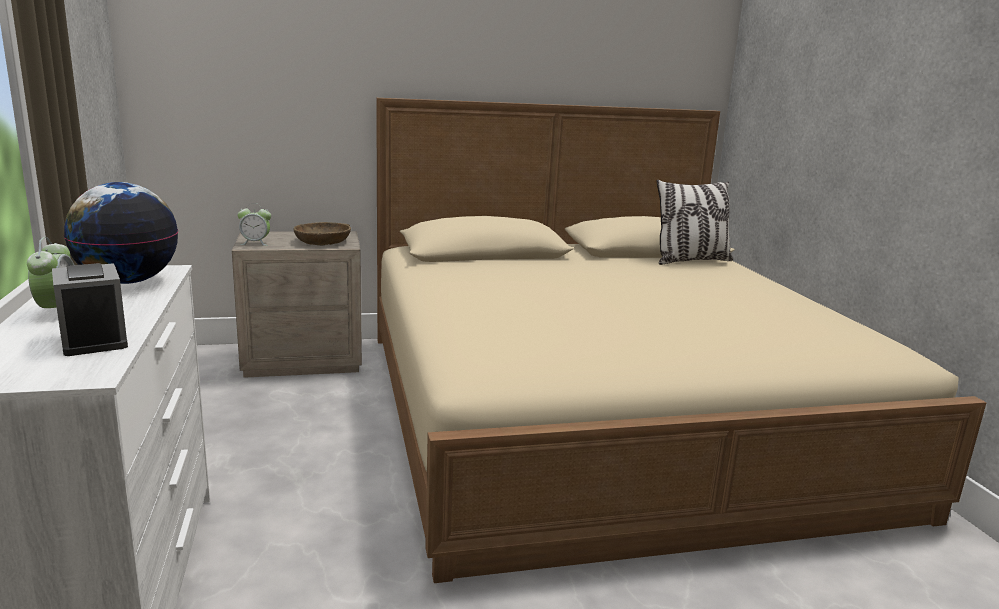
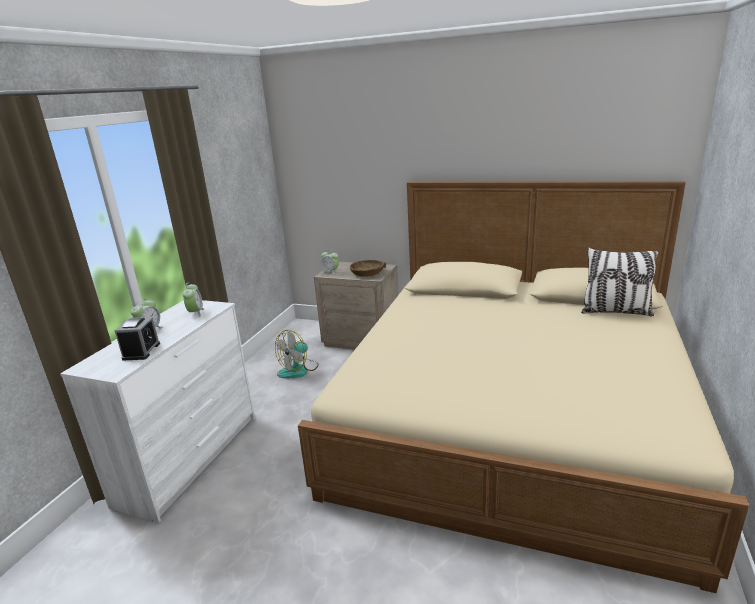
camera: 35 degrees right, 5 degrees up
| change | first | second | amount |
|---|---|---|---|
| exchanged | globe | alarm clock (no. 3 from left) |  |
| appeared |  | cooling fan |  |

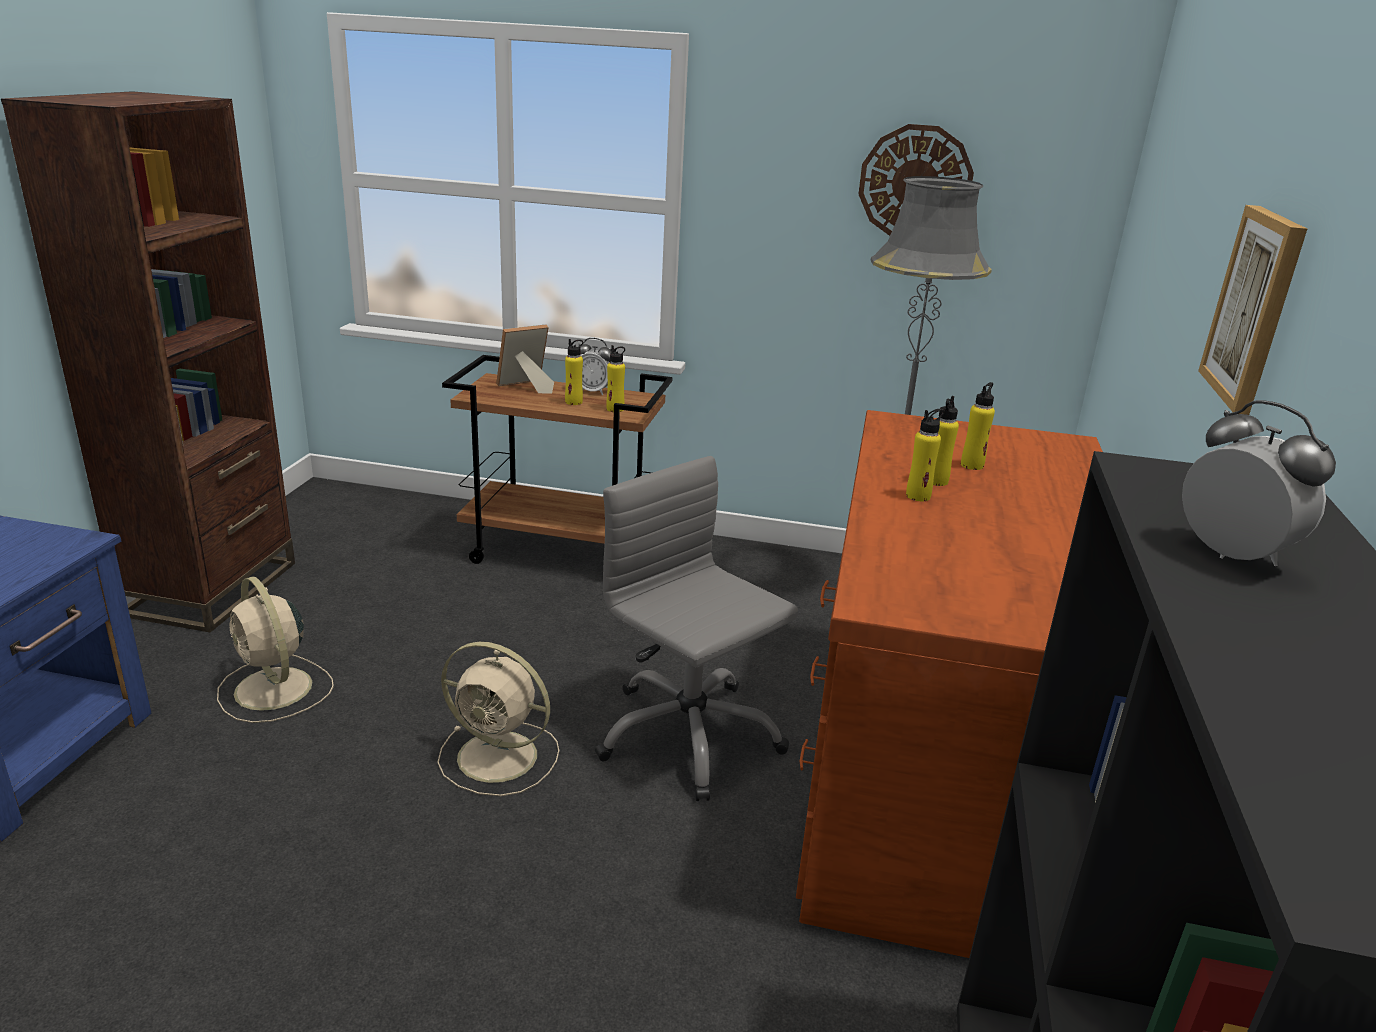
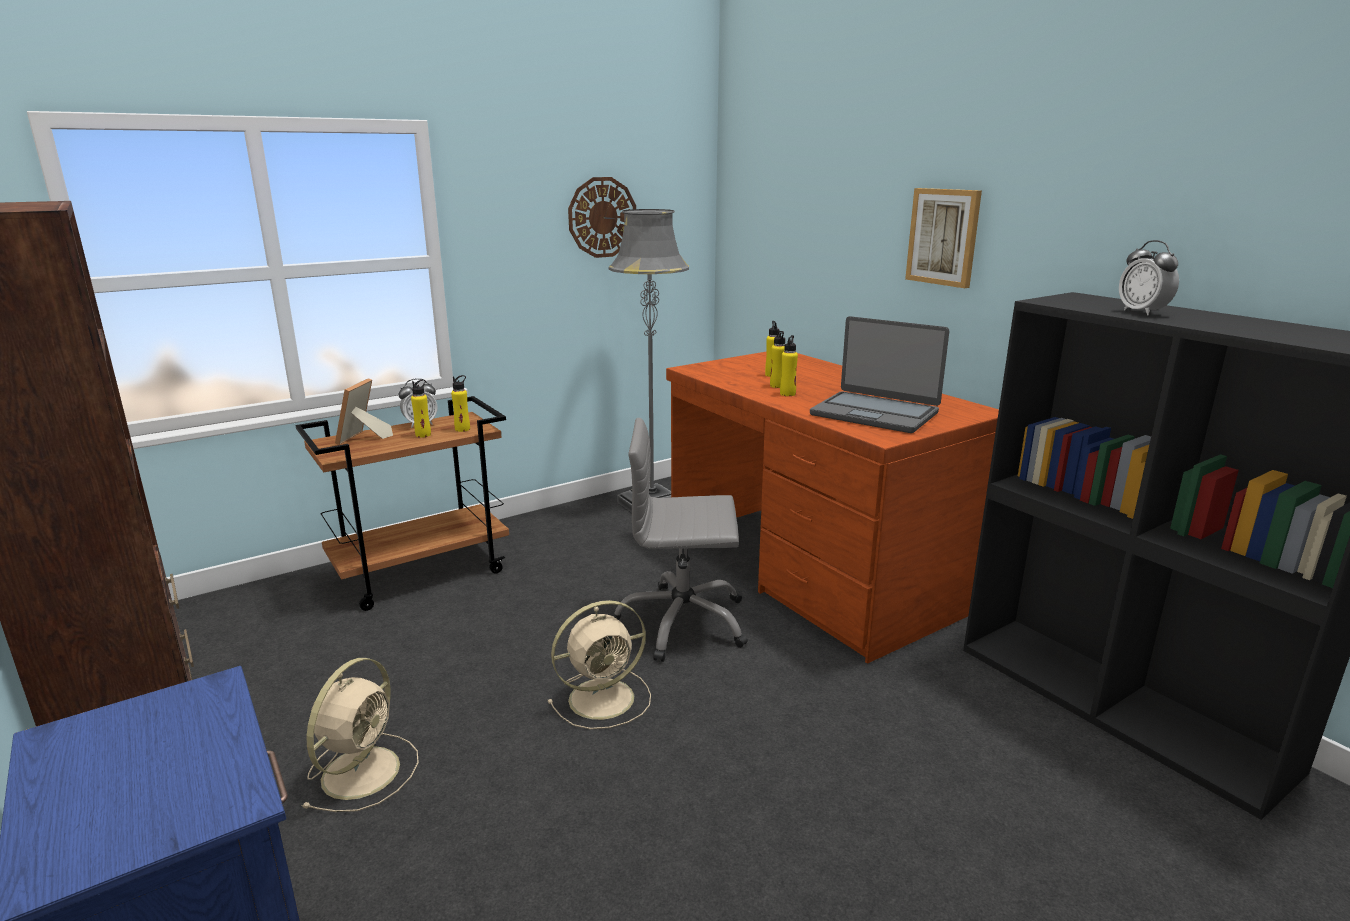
camera: 45 degrees left, 5 degrees down
| change | first | second | amount |
|---|---|---|---|
| spun | beige cooling fan (no. 1 from left) |  | 75 degrees counterclockwise |
| spun | alarm clock (no. 2 from left) |  | 120 degrees counterclockwise |
| appeared |  | portable computer |  |

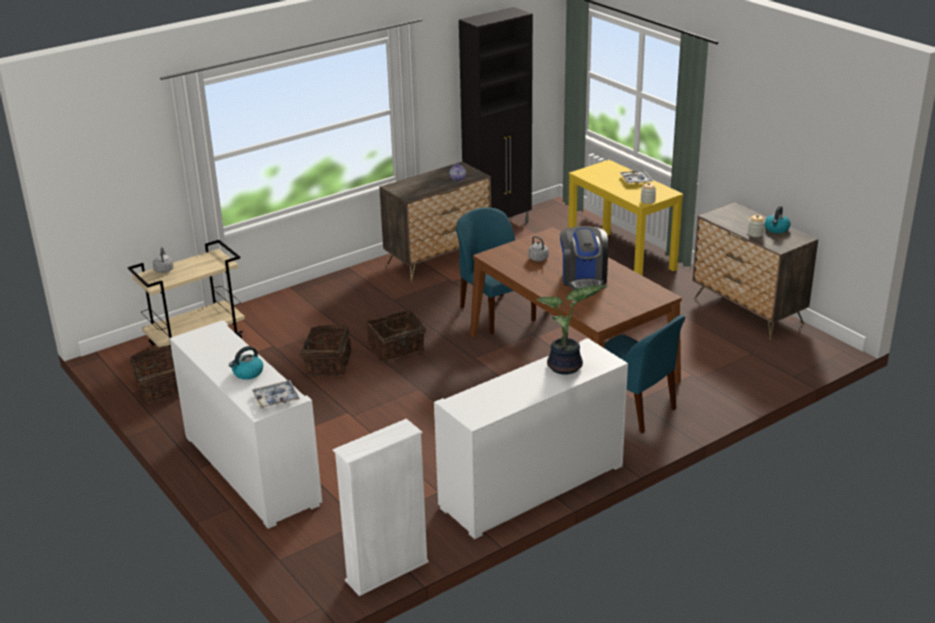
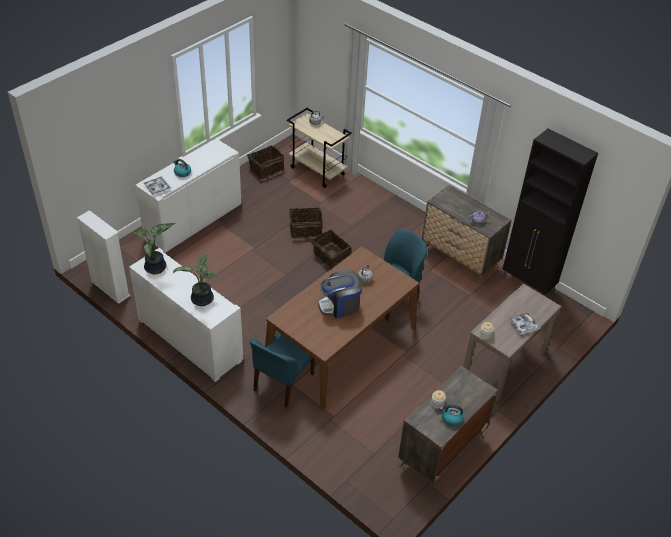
camera: 75 degrees right, 15 degrees up
| change | first | second | amount |
|---|---|---|---|
| colour | yellow-coloured narrow table | brown narrow table |  |
| appeared |  | potted plant (no. 1 from left) |  |

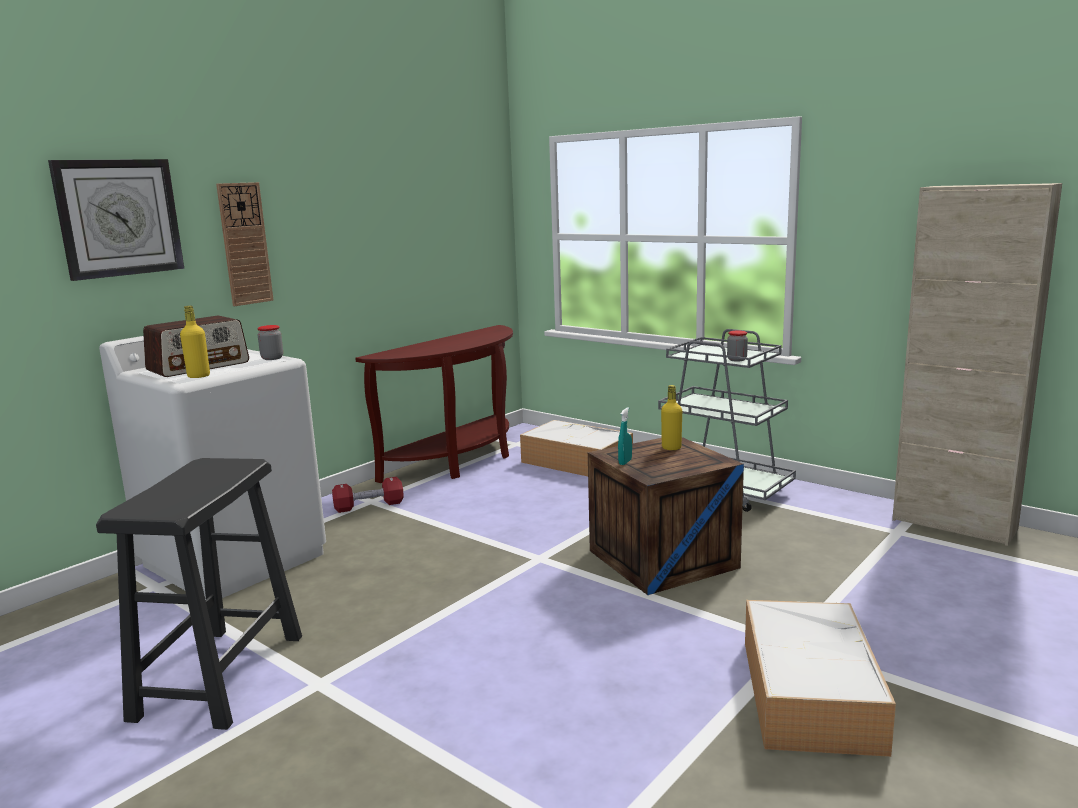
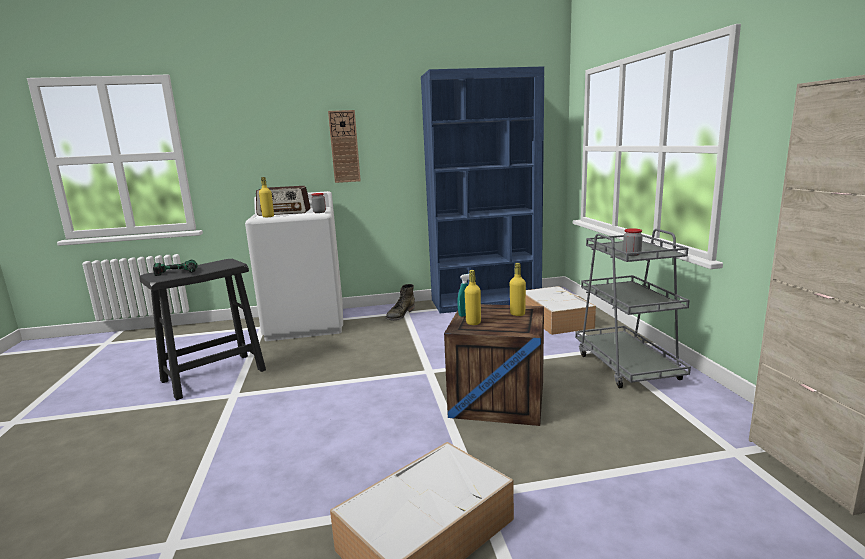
camera: 40 degrees right, 0 degrees up
| change | first | second | amount |
|---|---|---|---|
| missing | clock on the wall (no. 1 from left) |  |  |
| exchanged | reddish hand weight | green boot |  |
| exchanged | brown narrow table | bluish bookcase |  |
| appeared |  | electric drill |  |
| appeared |  | yellow-coloured beverage bottle (no. 2 from left) |  |

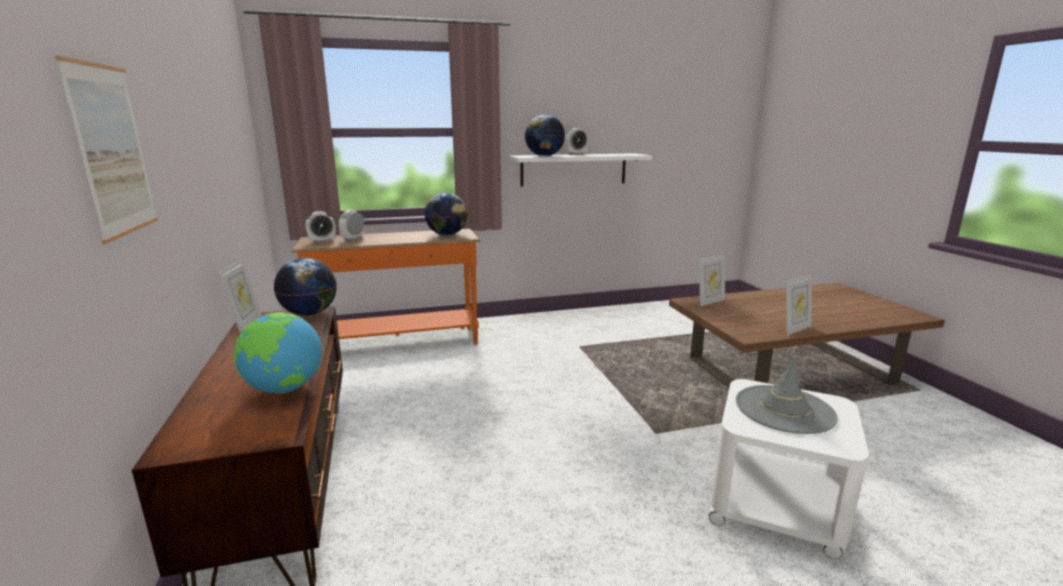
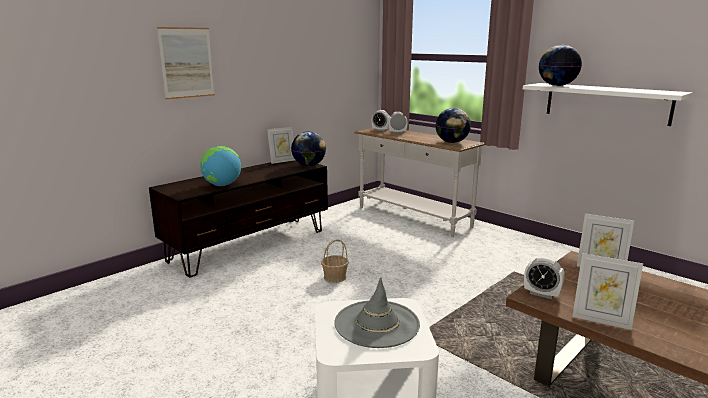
camera: 60 degrees right, 0 degrees up
| change | first | second | amount |
|---|---|---|---|
| colour | orangey narrow table | white narrow table |  |
| relocated | alarm clock (no. 3 from left) |  |  |
| appeared |  | storage basket |  |

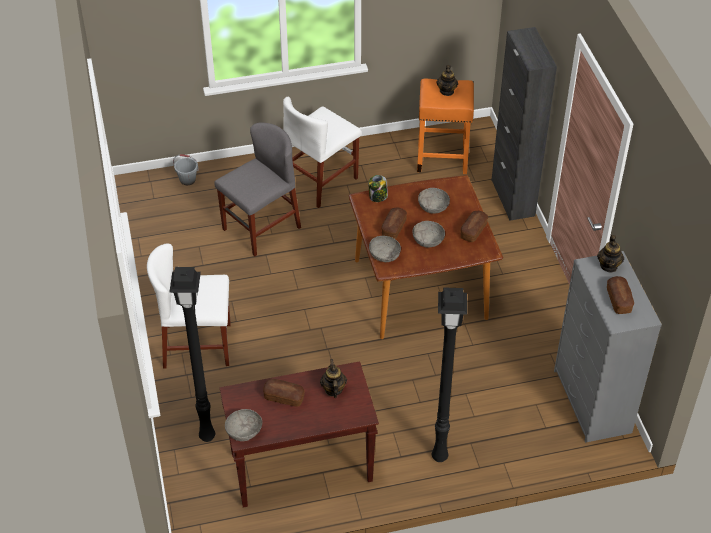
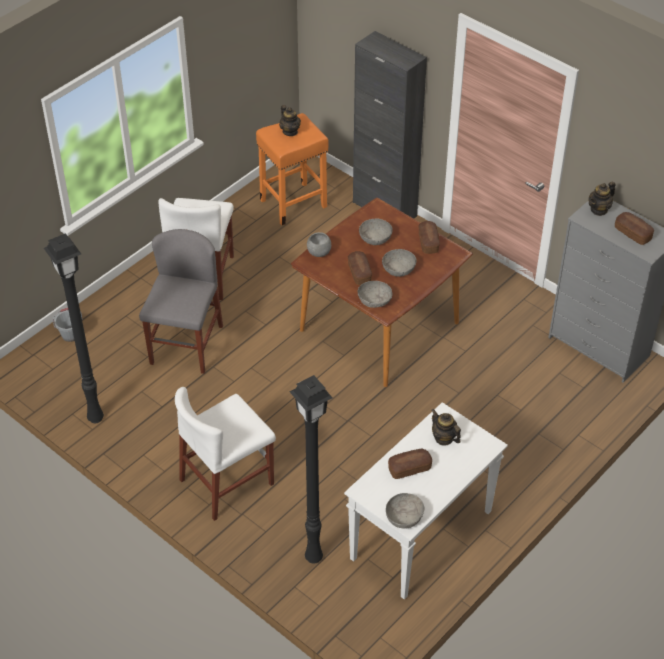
camera: 35 degrees left, 0 degrees up
| change | first | second | amount |
|---|---|---|---|
| colour | brown narrow table | white narrow table |  |
| exchanged | jar | gray bowl (no. 1 from left) |  |
| relocated | black-coloured floor lamp (no. 2 from left in the first image) | black-coloured floor lamp (no. 1 from left) |  |
| spun | pot for tea (no. 3 from left) |  | 75 degrees clockwise |

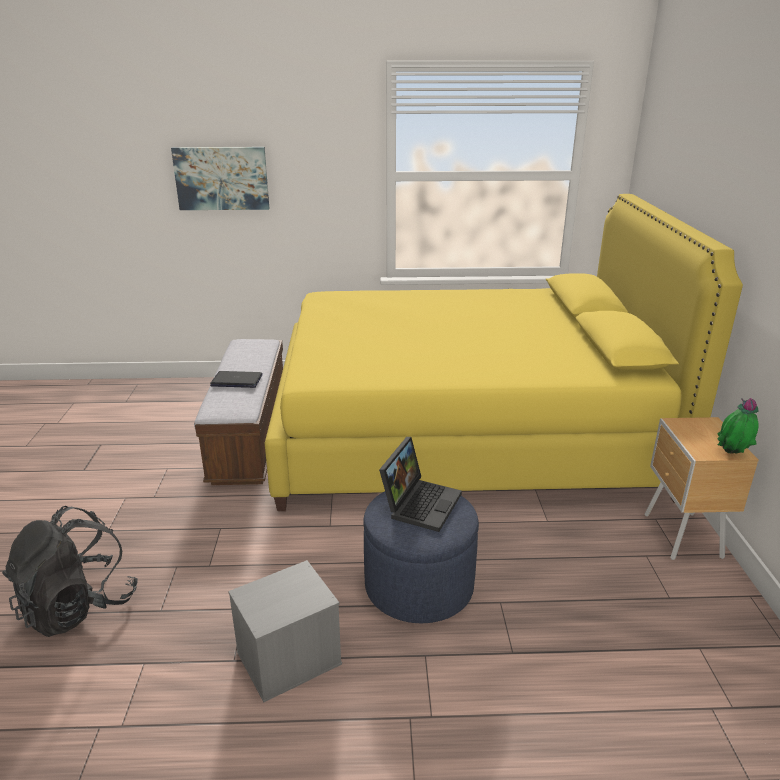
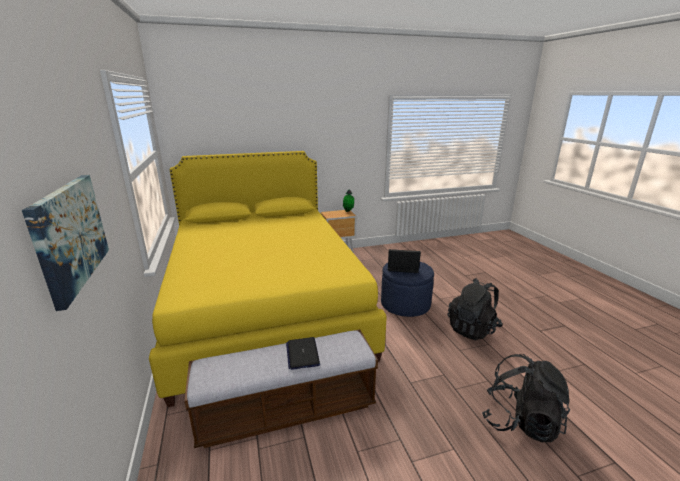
camera: 105 degrees left, 5 degrees down
| change | first | second | amount |
|---|---|---|---|
| exchanged | gray storage box | black-coloured backpack (no. 1 from left) |  |

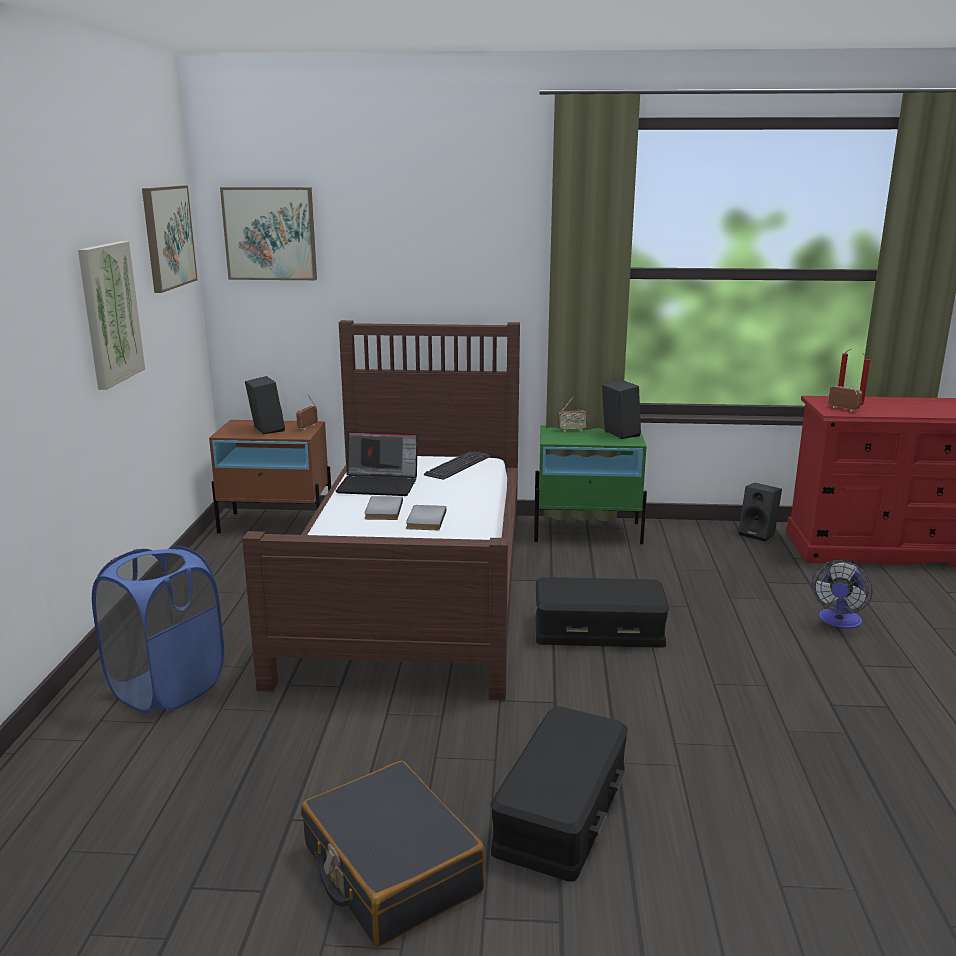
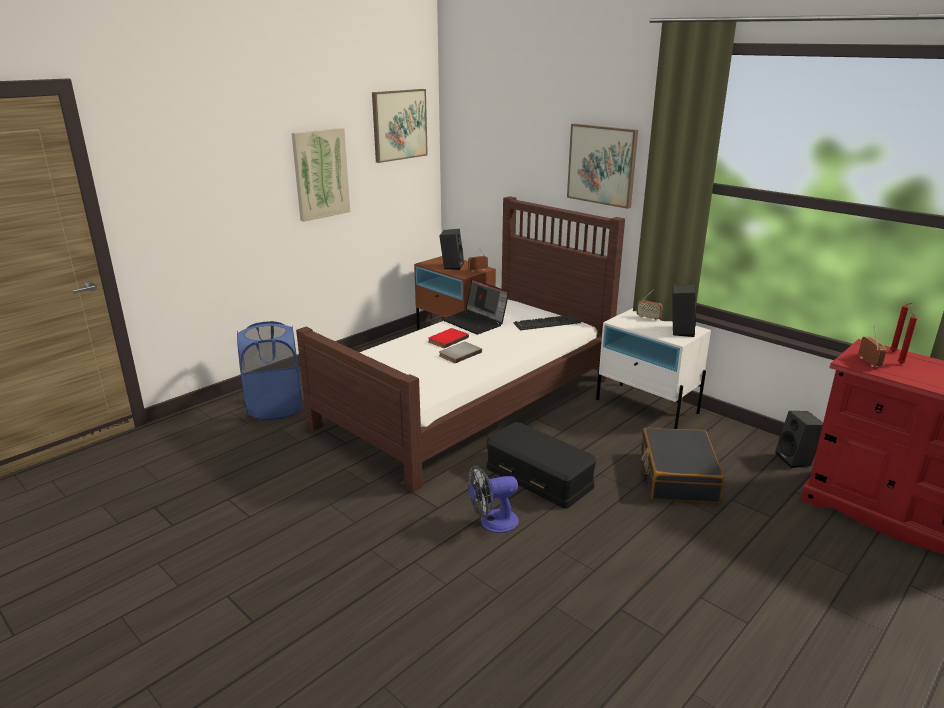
camera: 40 degrees right, 5 degrees up
| change | first | second | amount |
|---|---|---|---|
| relocated | picture (no. 3 from left) |  |  |
| relocated | black-coloured suitcase |  |  |
| colour | gray book (no. 1 from left) | reddish book |  |
| missing | black-coloured storage box (no. 1 from left) |  |  |
| colour | green night table | white night table |  |
| relocated | cooling fan |  |  |

